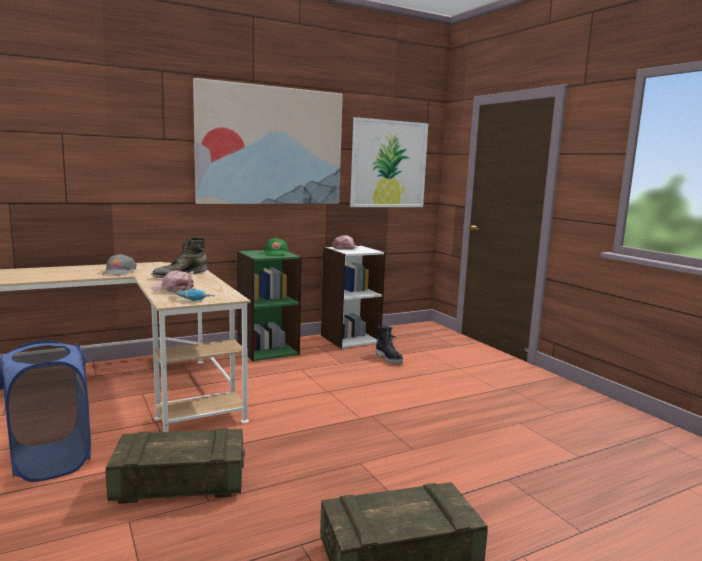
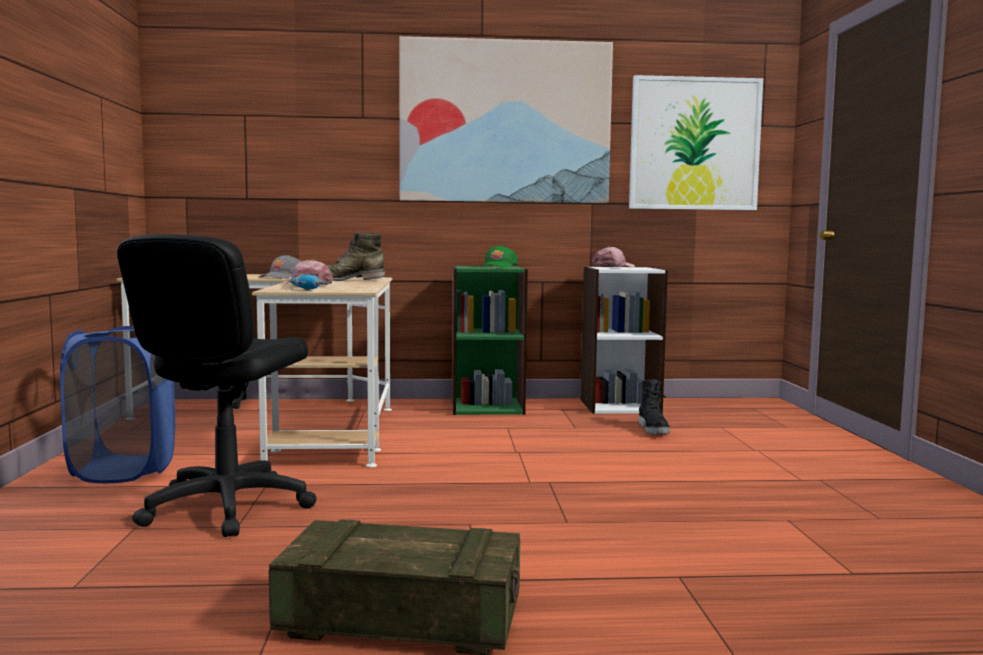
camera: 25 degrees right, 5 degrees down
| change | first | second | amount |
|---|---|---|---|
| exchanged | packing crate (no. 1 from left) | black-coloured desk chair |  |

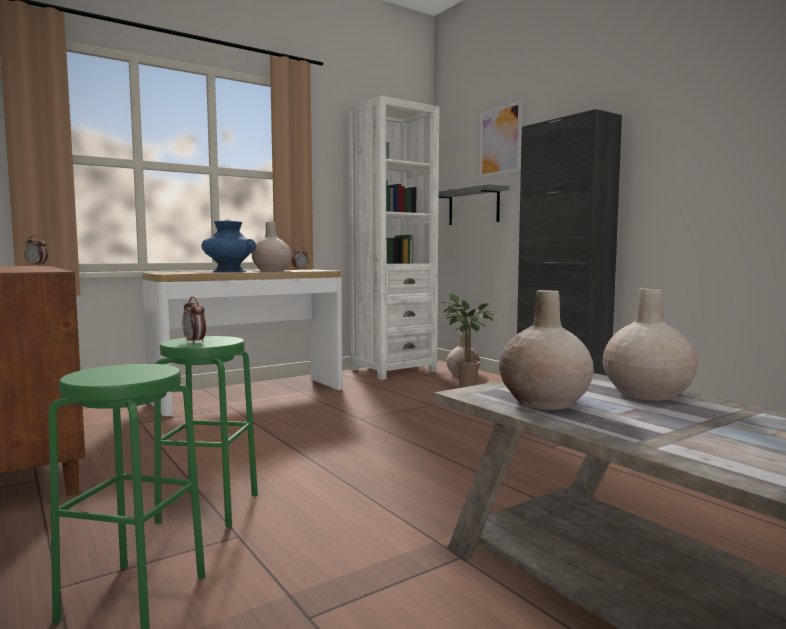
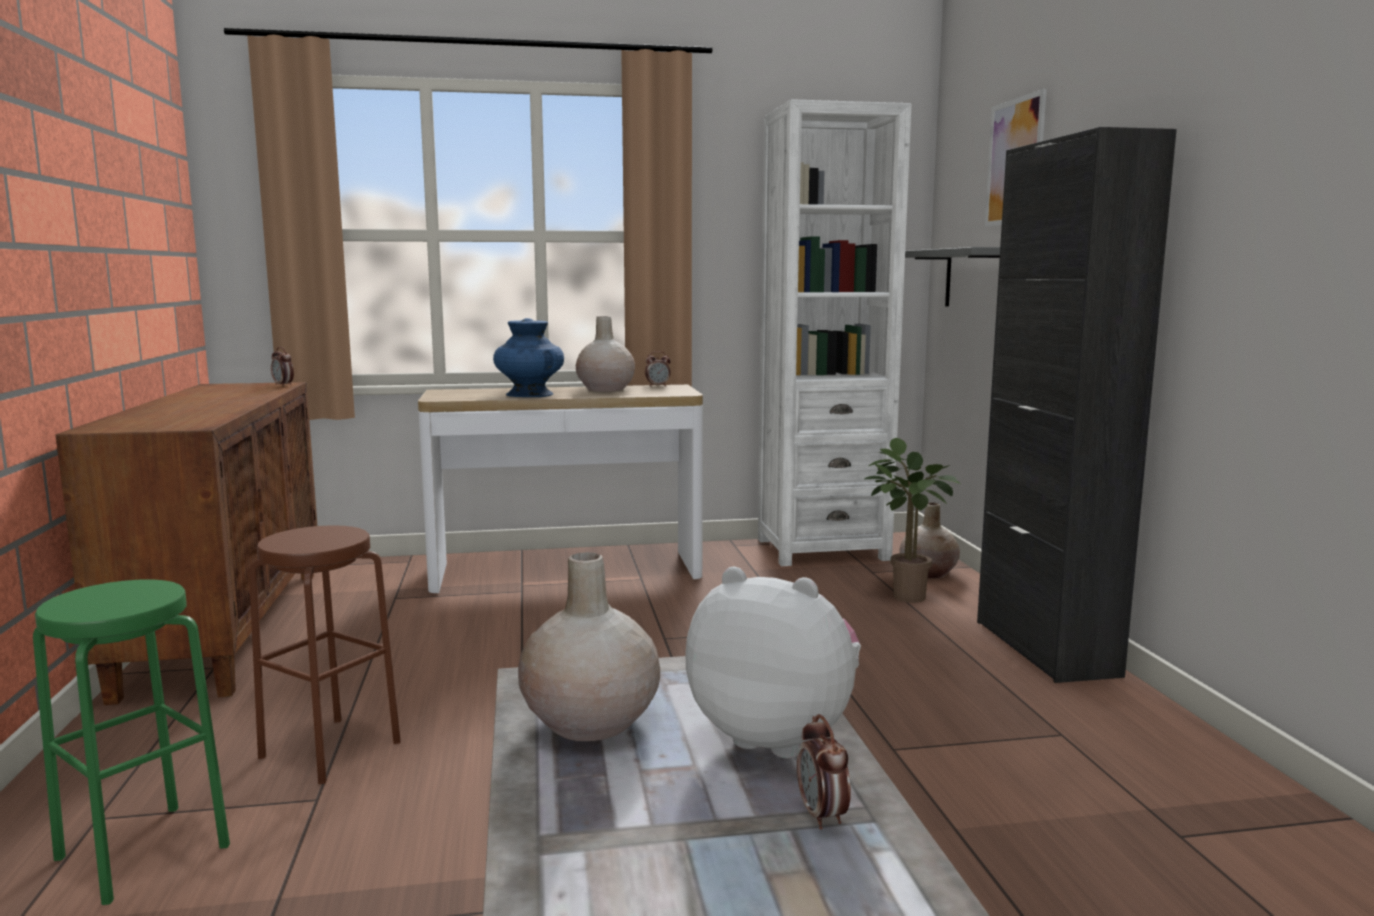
camera: 25 degrees right, 5 degrees up
| change | first | second | amount |
|---|---|---|---|
| colour | green stool (no. 2 from left) | brown stool |  |
| relocated | alarm clock (no. 2 from left in the first image) | alarm clock (no. 3 from left) |  |
| exchanged | beige flower vase (no. 4 from left) | cuddly toy |  |

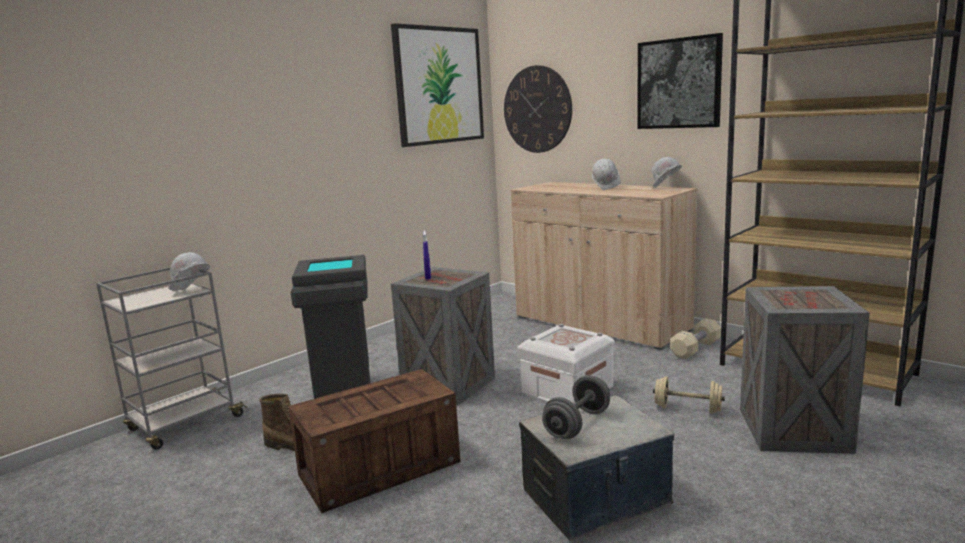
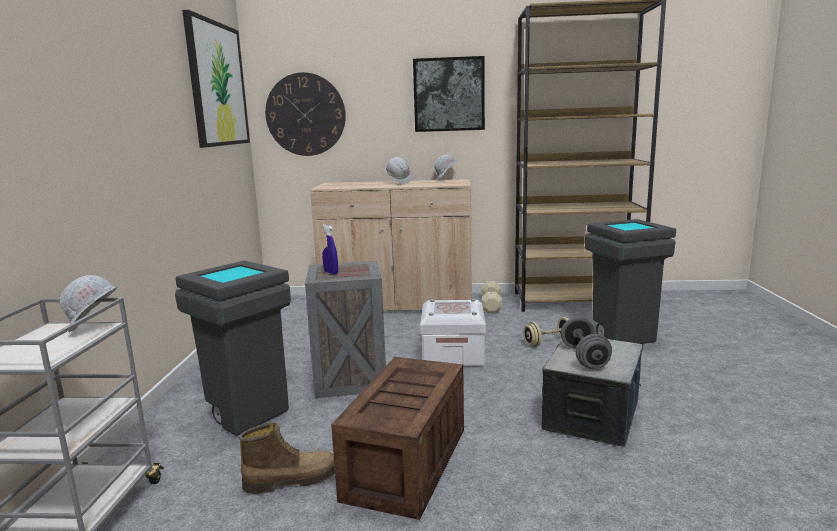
camera: 40 degrees left, 0 degrees up
| change | first | second | amount |
|---|---|---|---|
| exchanged | packing crate (no. 3 from left) | gray trash can (no. 2 from left) |  |

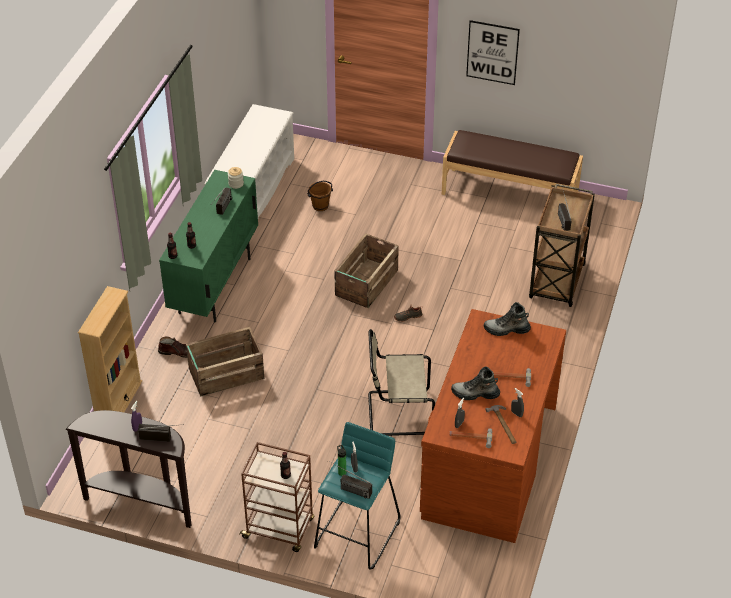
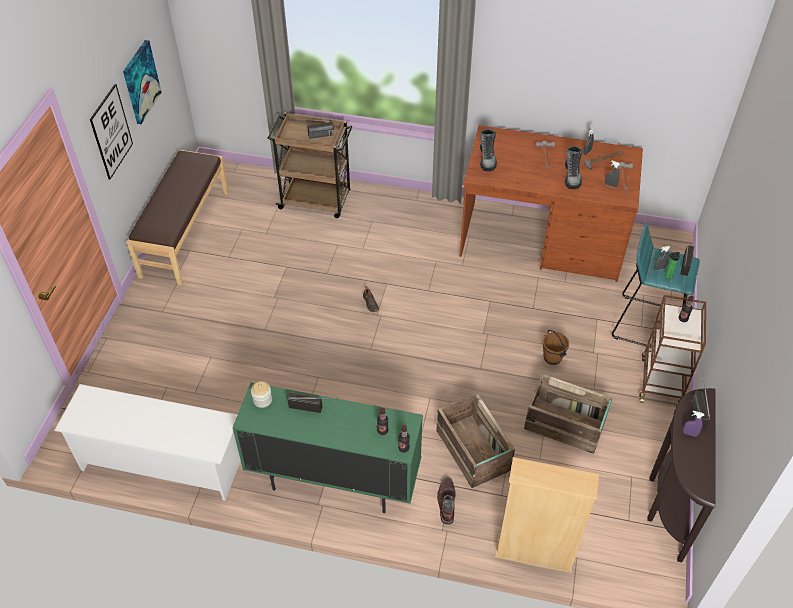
camera: 95 degrees left, 5 degrees up
| change | first | second | amount |
|---|---|---|---|
| relocated | brown bucket |  |  |
| relocated | packing crate (no. 2 from left) |  |  |
| missing | beige plain chair |  |  |
| appeared |  | picture (no. 2 from left) |  |

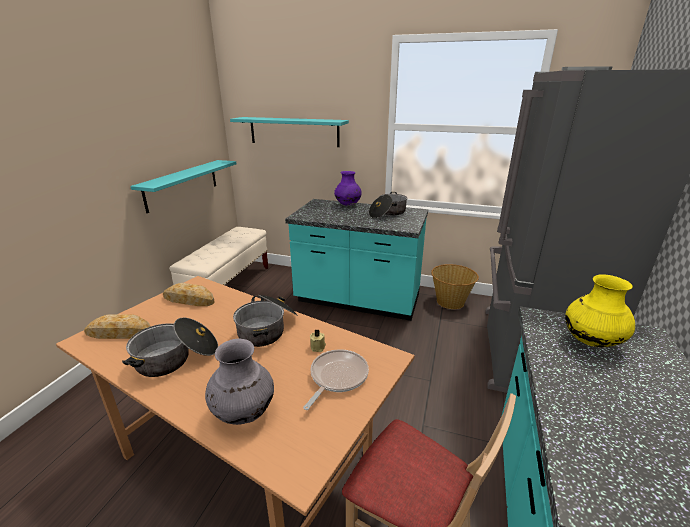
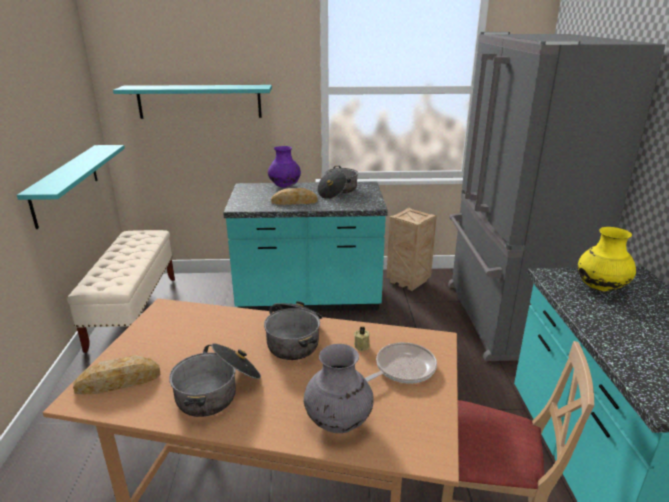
camera: 20 degrees left, 0 degrees up
| change | first | second | amount |
|---|---|---|---|
| relocated | baked bread (no. 2 from left) |  |  |
| spun | skillet |  | 45 degrees clockwise |
| exchanged | storage basket | packing crate |  |

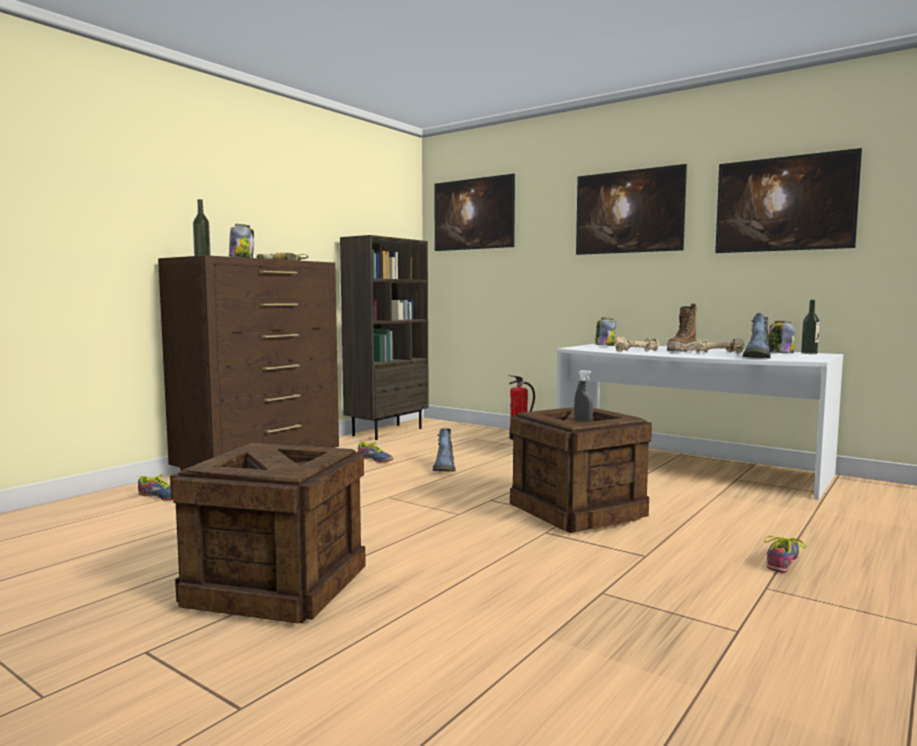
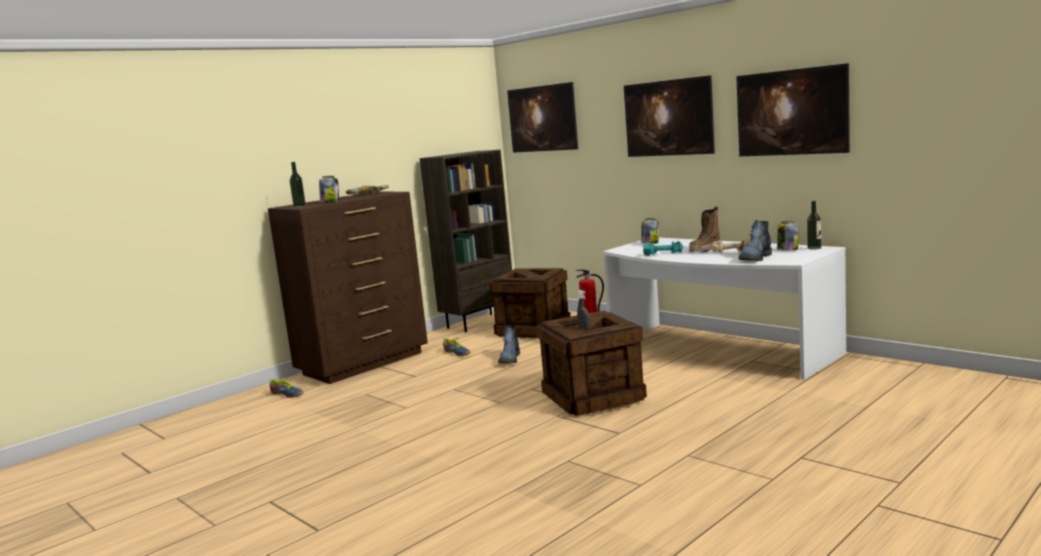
camera: 10 degrees right, 5 degrees up
| change | first | second | amount |
|---|---|---|---|
| relocated | packing crate (no. 1 from left) |  |  |
| colour | beige hand weight (no. 1 from left) | turquoise hand weight |  |
| missing | item of footwear (no. 3 from left) |  |  |

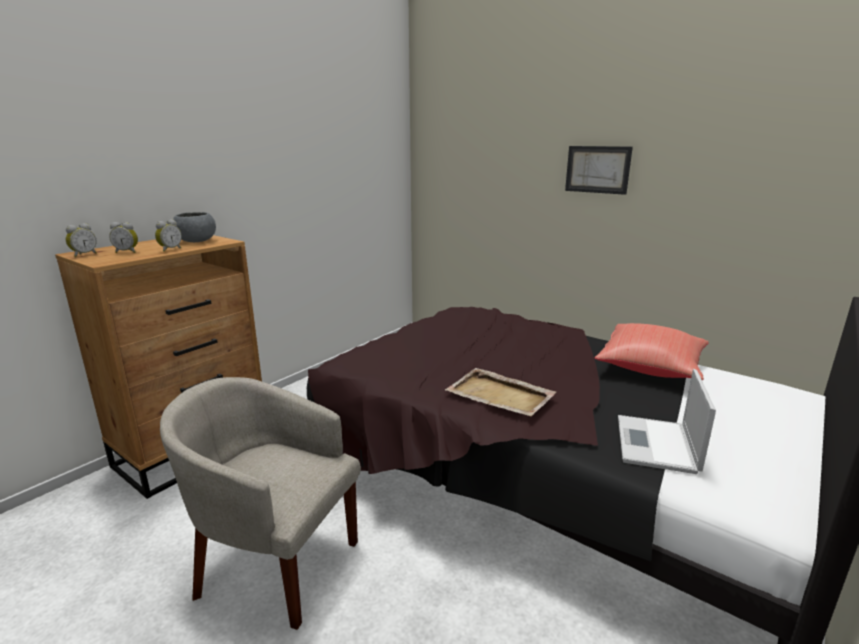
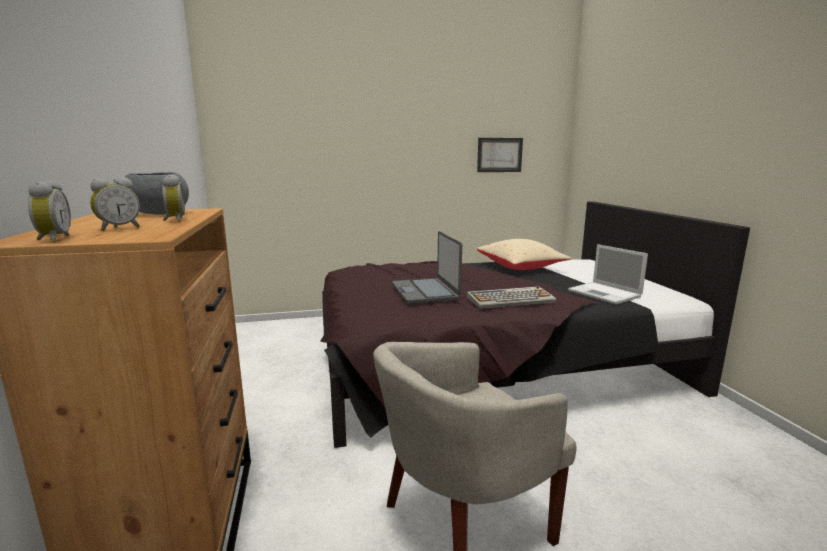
camera: 50 degrees left, 5 degrees down
| change | first | second | amount |
|---|---|---|---|
| exchanged | beige tray | computer keyboard |  |
| relocated | picture |  |  |
| colour | reddish throw pillow | beige throw pillow |  |
| appeared |  | portable computer (no. 1 from left) |  |

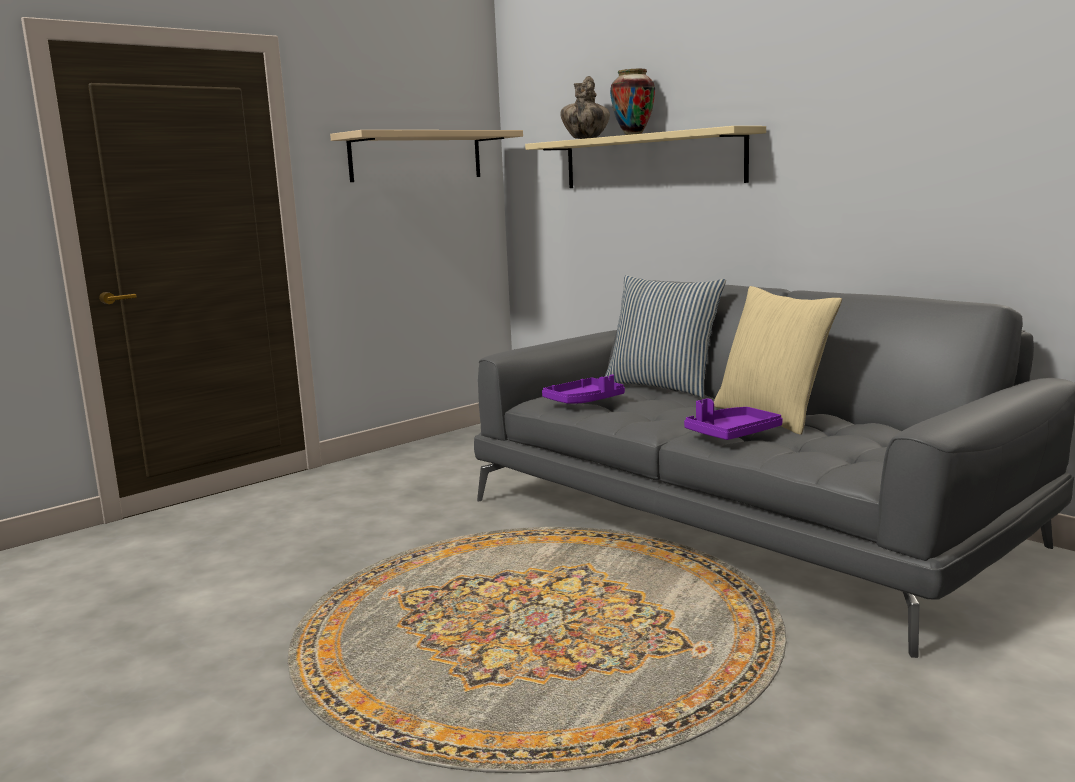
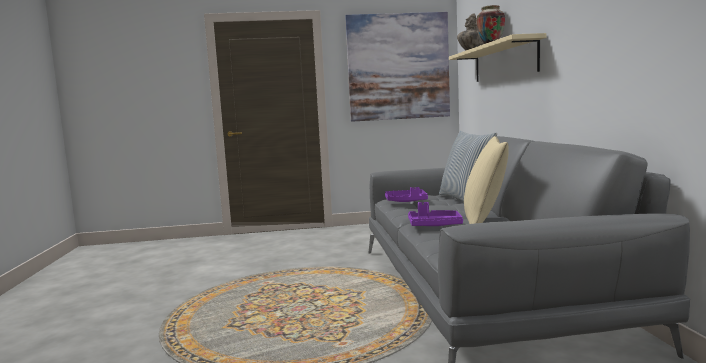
camera: 35 degrees right, 5 degrees down
| change | first | second | amount |
|---|---|---|---|
| exchanged | beige bracket shelf (no. 1 from left) | picture |  |

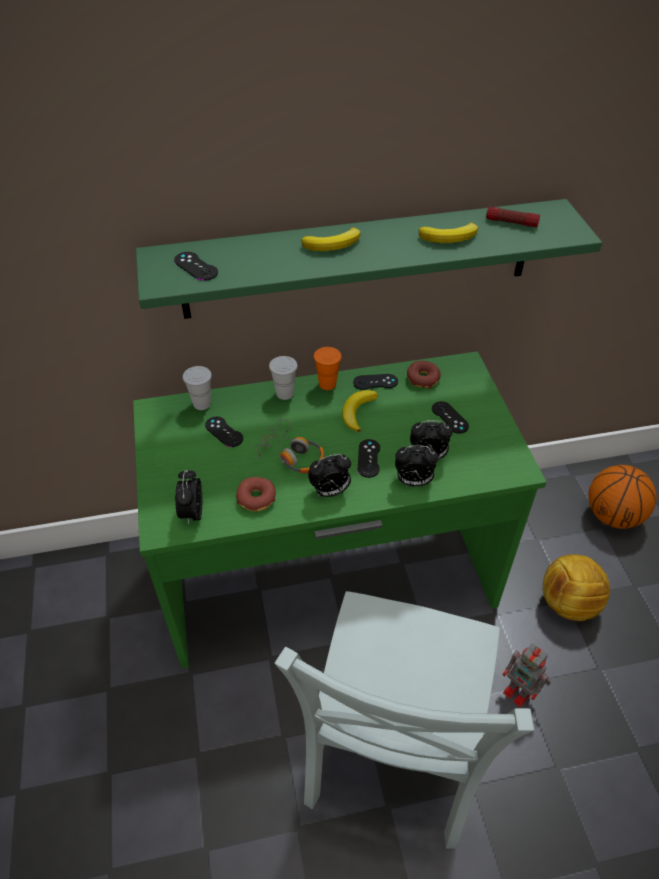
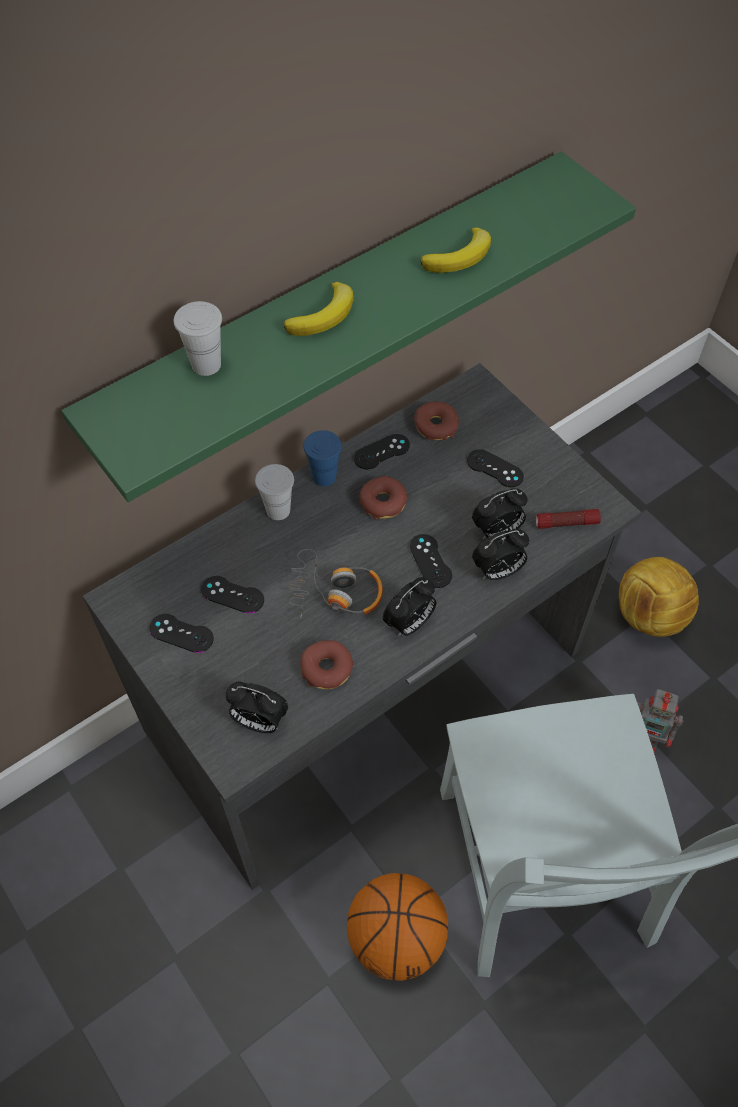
camera: 25 degrees left, 10 degrees up
| change | first | second | amount |
|---|---|---|---|
| colour | green desk unit | gray desk unit |  |
| relocated | black-coloured game controller (no. 1 from left) |  |  |
| spun | alarm clock (no. 1 from left) |  | 45 degrees counterclockwise |
| relocated | white small cup (no. 1 from left) |  |  |
| colour | orangey small cup | bluish small cup |  |
| exchanged | whole banana (no. 2 from left) | donut (no. 2 from left) |  |
| relocated | flashlight |  |  |
| relocated | basketball ball |  |  |

